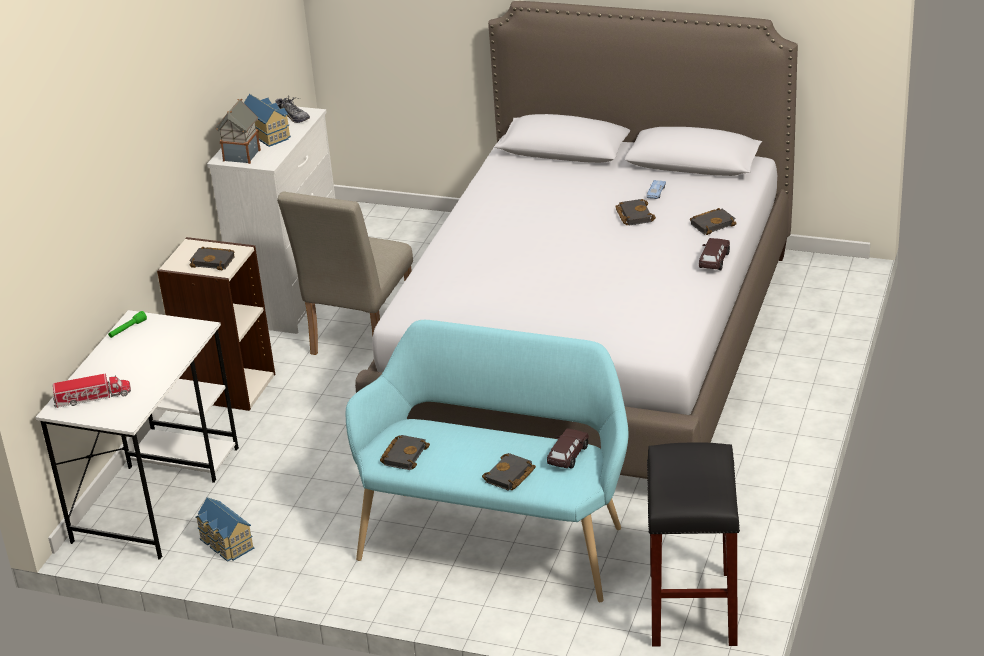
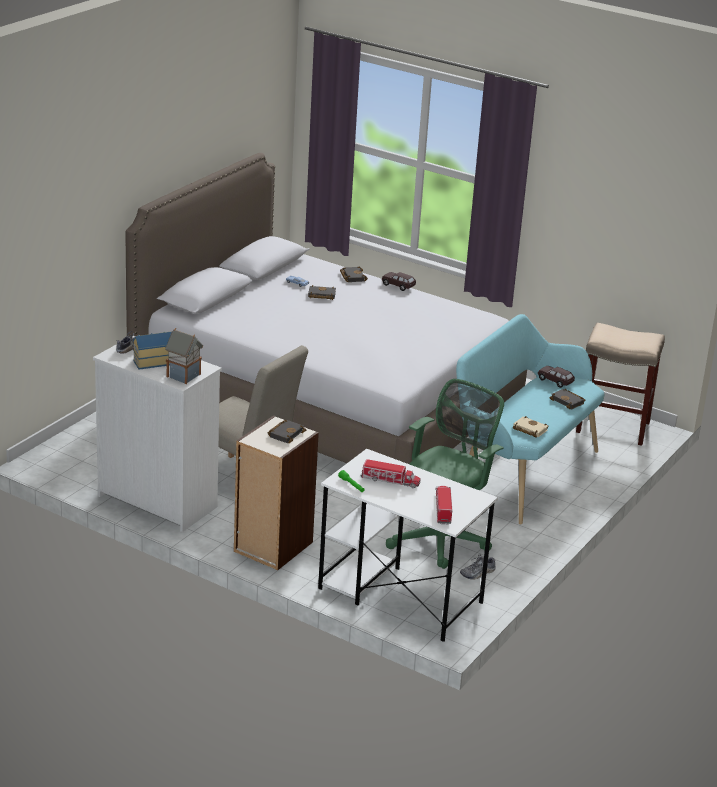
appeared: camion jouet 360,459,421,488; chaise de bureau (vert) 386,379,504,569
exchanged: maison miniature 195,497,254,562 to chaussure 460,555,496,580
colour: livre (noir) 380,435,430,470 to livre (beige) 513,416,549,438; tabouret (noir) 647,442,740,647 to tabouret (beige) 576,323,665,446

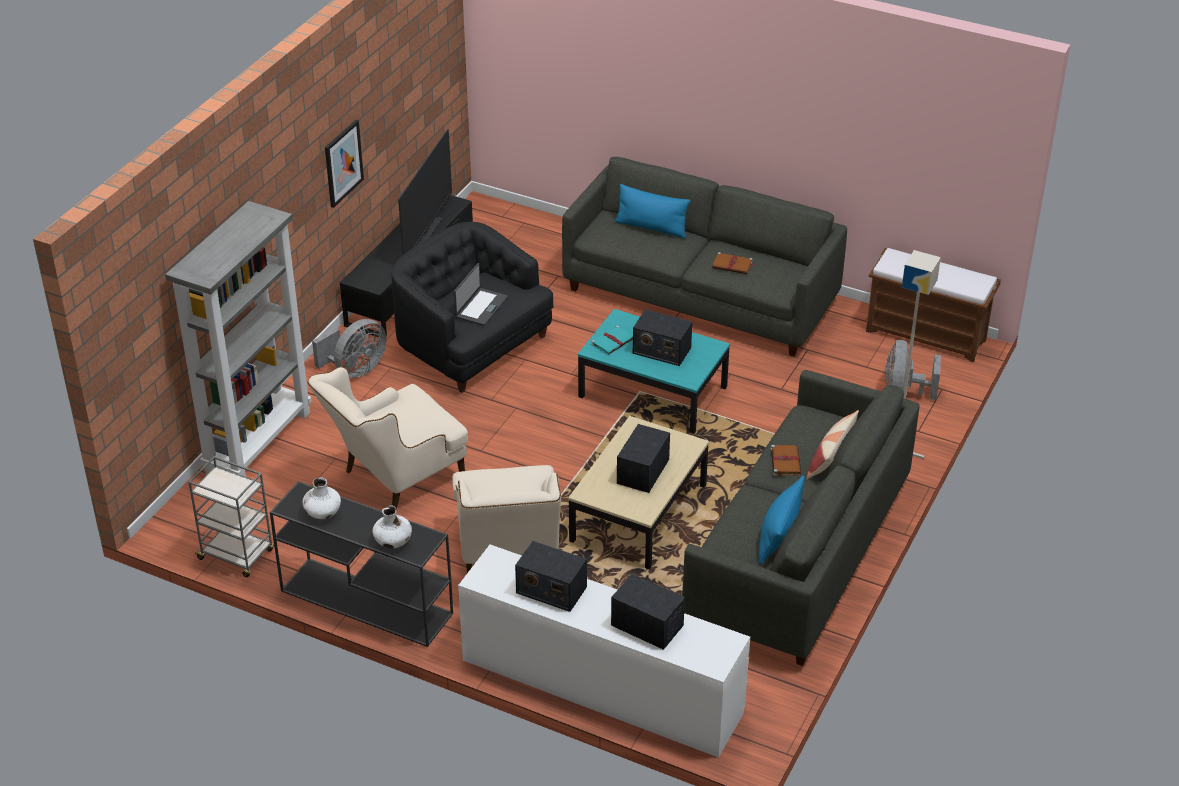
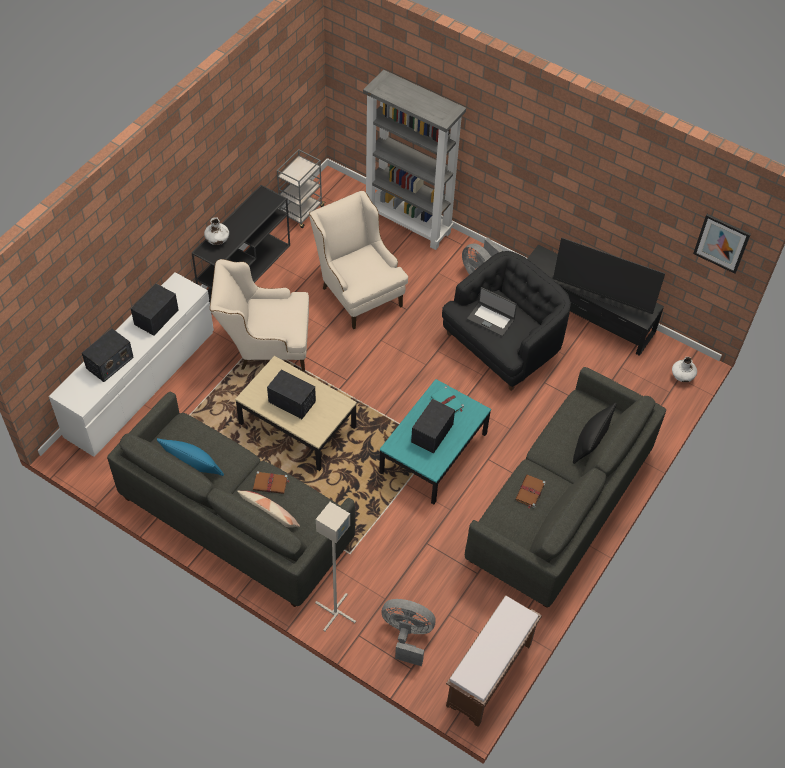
relocated: vase (blanc) 302,477,341,519 to 672,357,697,382; tableau 325,120,364,208 to 693,214,751,274
colour: coussin (bleu) 615,184,691,239 to coussin (noir) 573,403,616,464

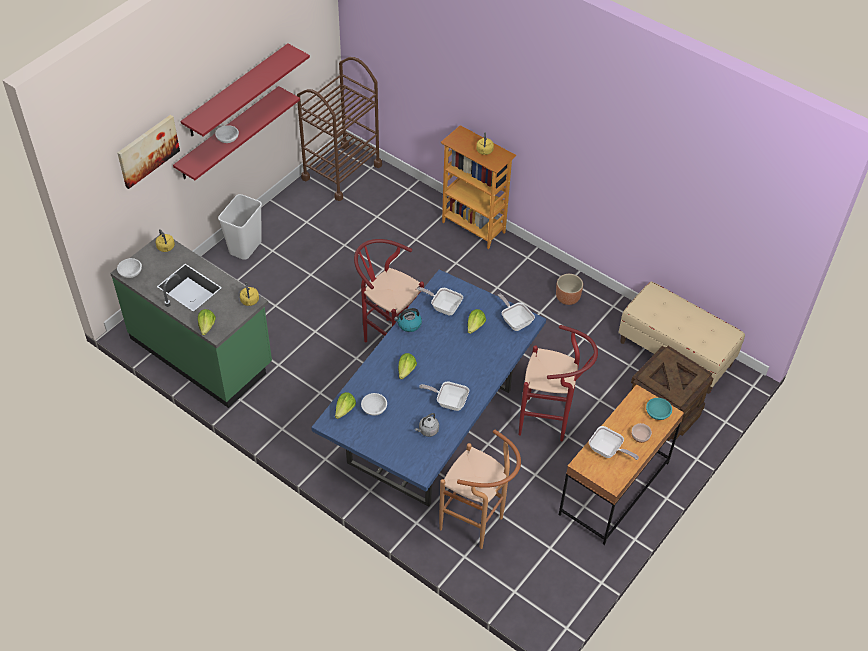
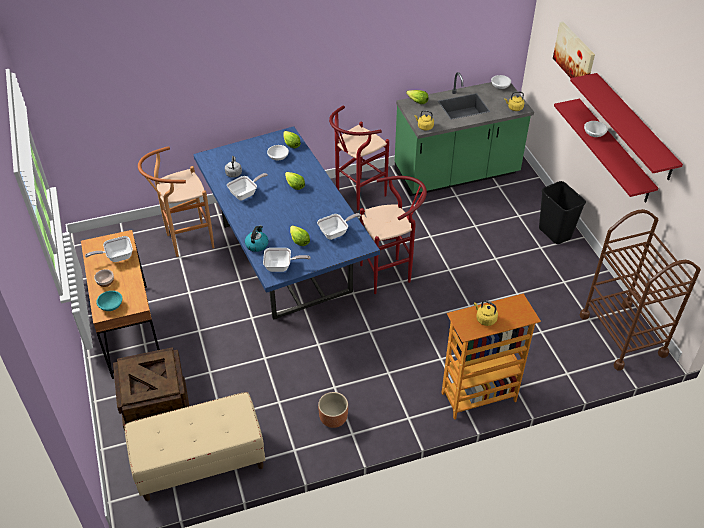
relocated: bouilloire 394,308,422,332 to 245,225,269,252; tabouret (rouge) 519,325,598,441 to 329,105,389,210
colour: poubelle (blanc) 218,194,262,260 to poubelle (noir) 539,181,586,244

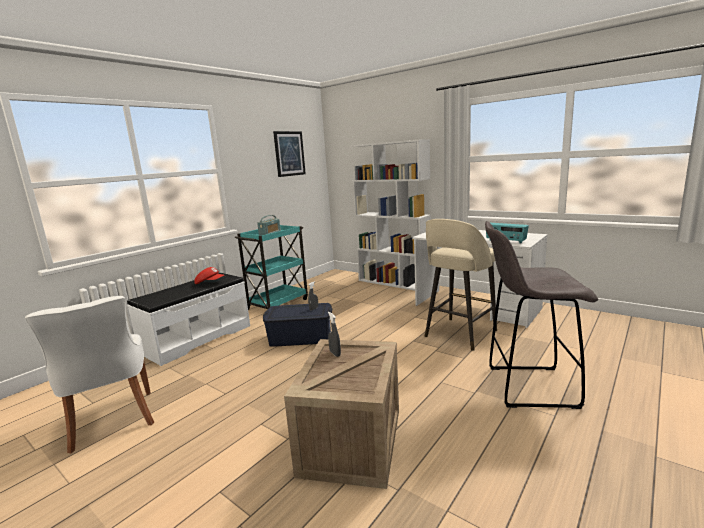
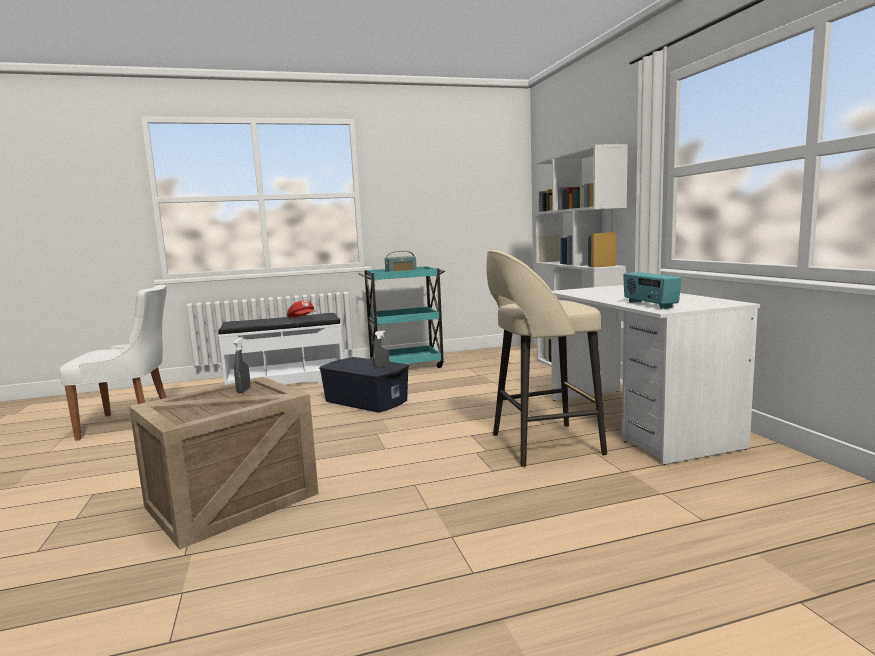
missing: tableau 273,131,306,177; tabouret (gris) 485,221,598,409
spun: chaise (blanc) 25,296,154,453 = 59,285,167,441 105 degrees counterclockwise

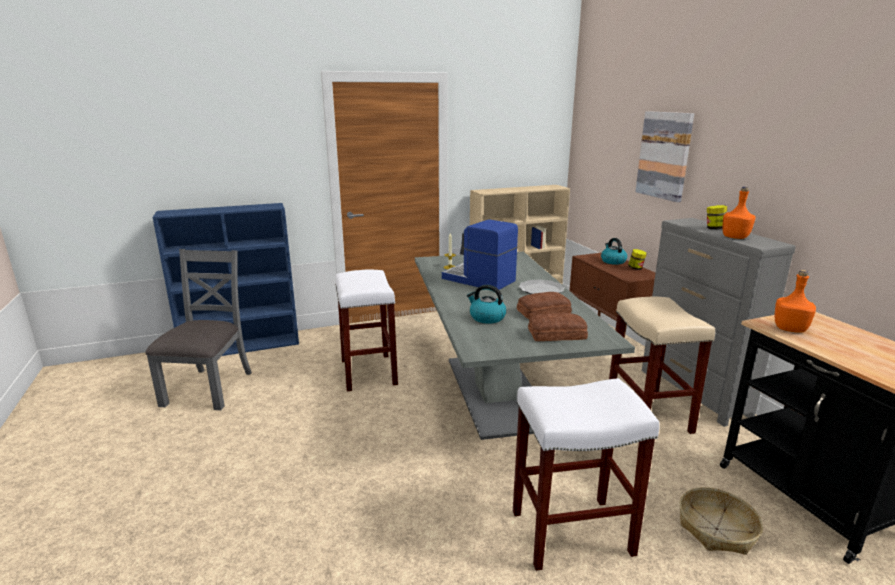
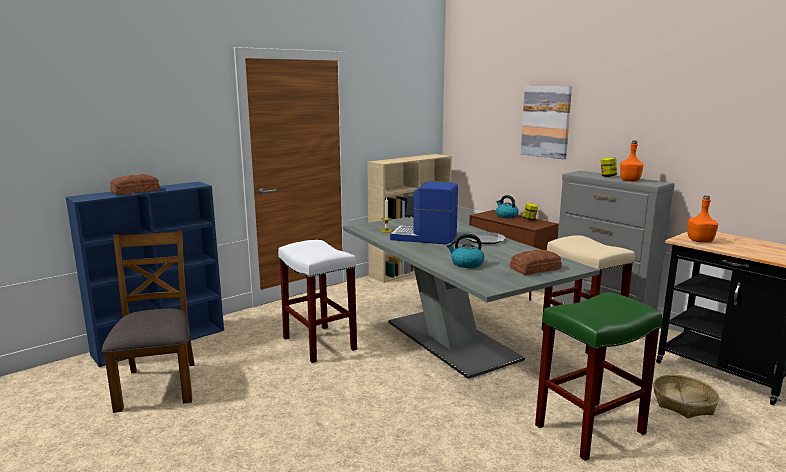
relocated: pain 517,292,572,319 to 110,174,160,195
colour: chaise (gris) 145,249,252,410 to chaise (marron) 102,230,195,413; tabouret (blanc) 513,378,660,571 to tabouret (vert) 535,292,662,461

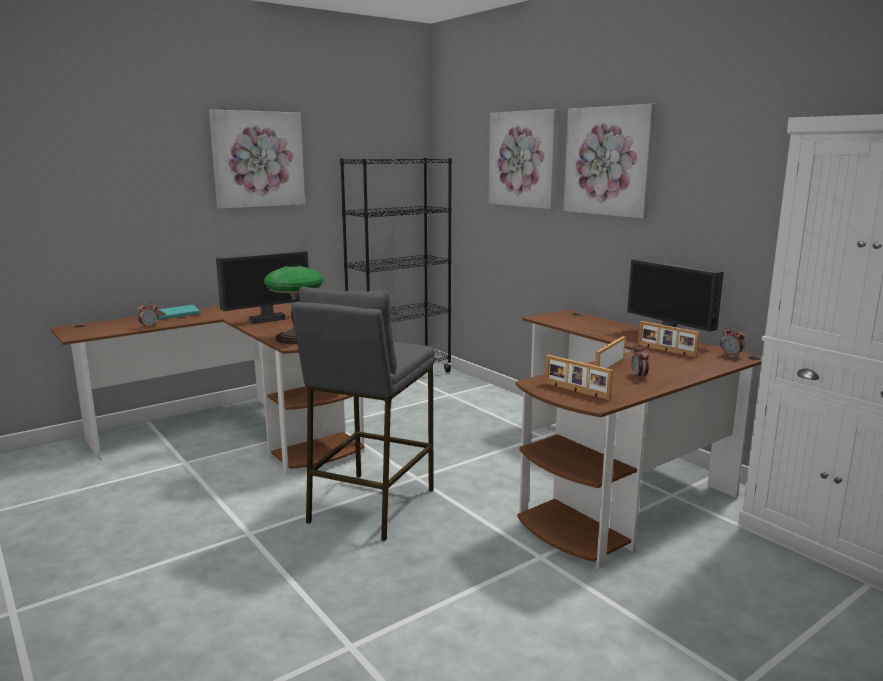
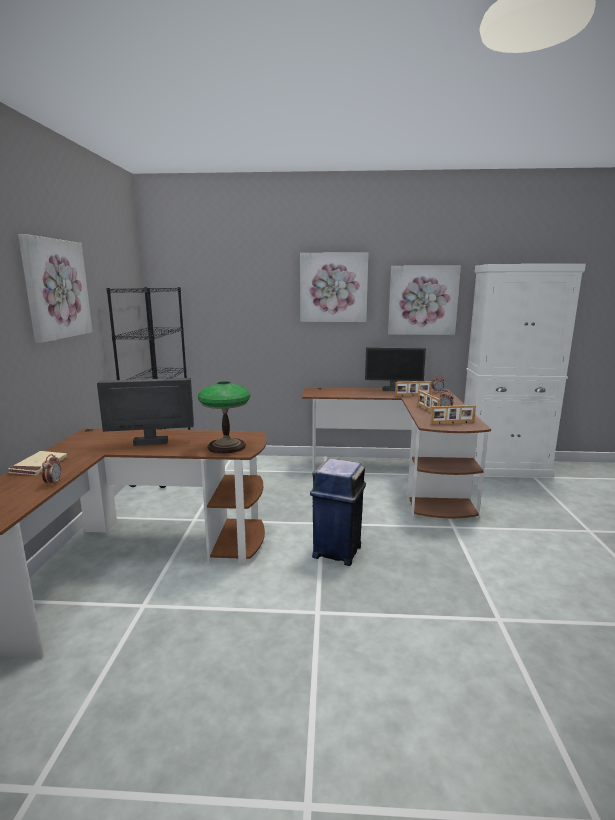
relocated: tableau 488,109,558,209 to 388,266,461,335
exchanged: tabouret (gris) 292,287,435,541 to poubelle (bleu) 310,459,366,566
colour: livre (turquoise) 155,305,200,320 to livre (beige) 8,451,67,476
spun: écran d'ordinateur 216,250,309,324 = 97,378,194,446 105 degrees counterclockwise

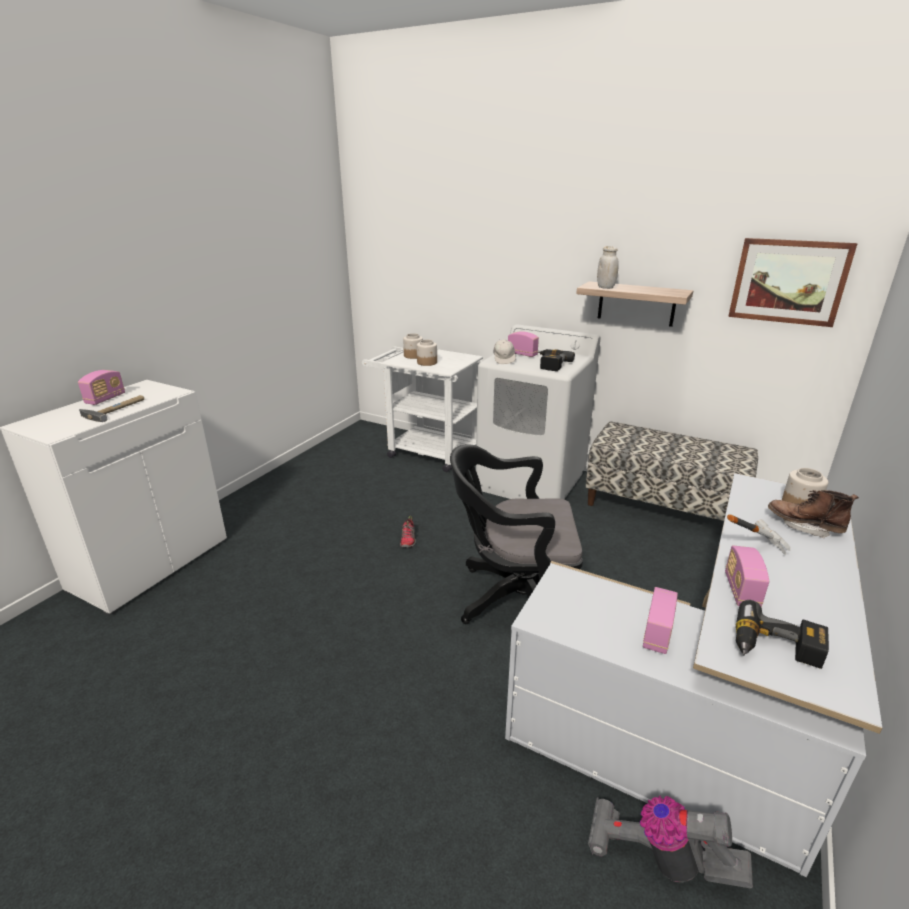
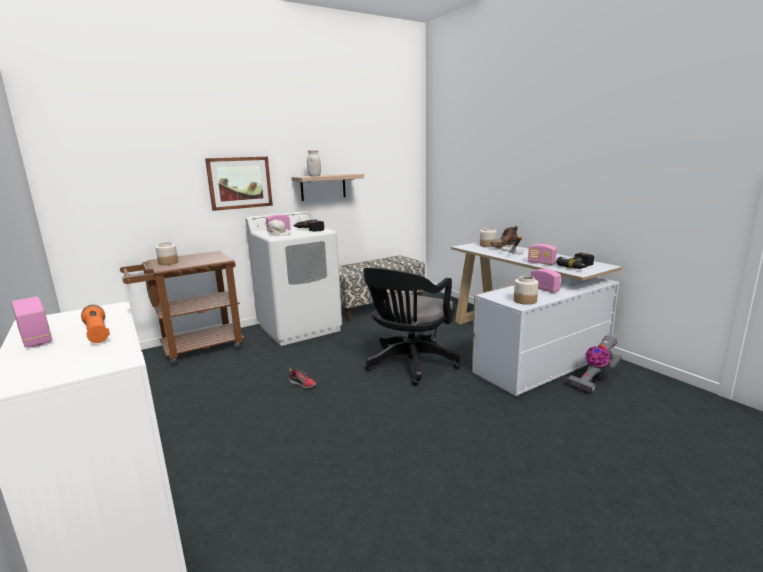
relocated: bocal 417,339,437,366 to 514,276,538,305; tableau 728,238,857,327 to 205,157,273,211
exchanged: marteau 79,395,144,422 to lampe de poche (orange) 81,304,110,343
colour: chariot (blanc) 362,347,483,472 to chariot (marron) 120,251,244,366

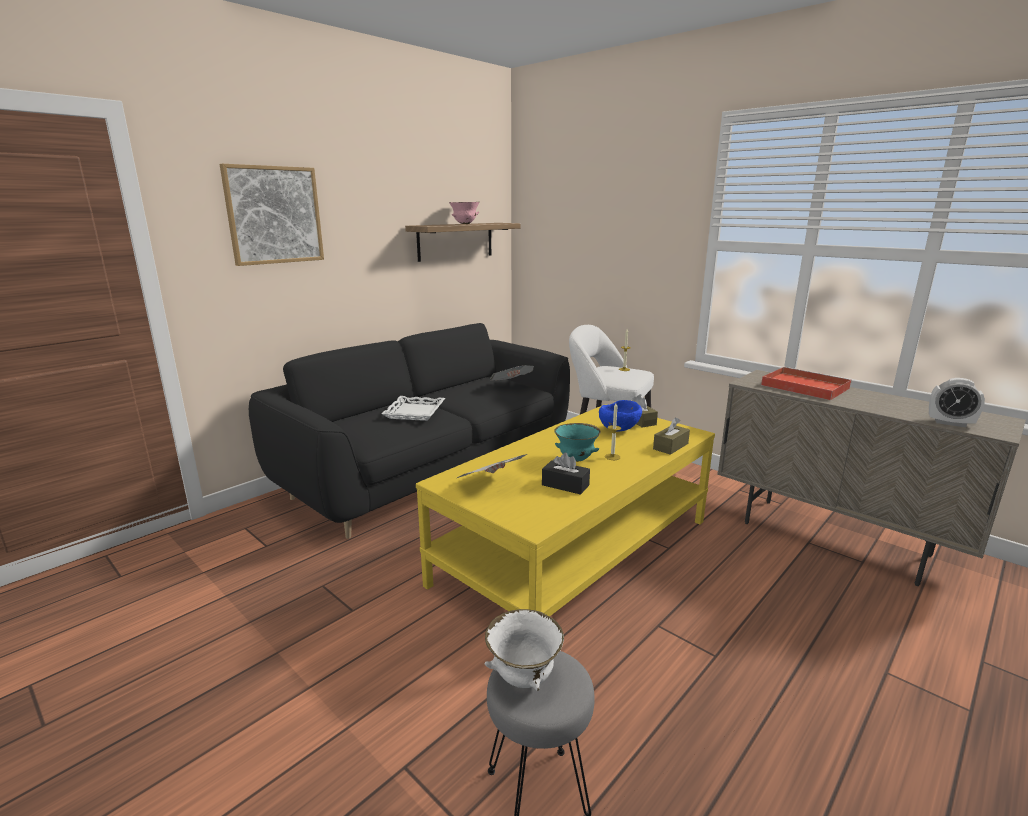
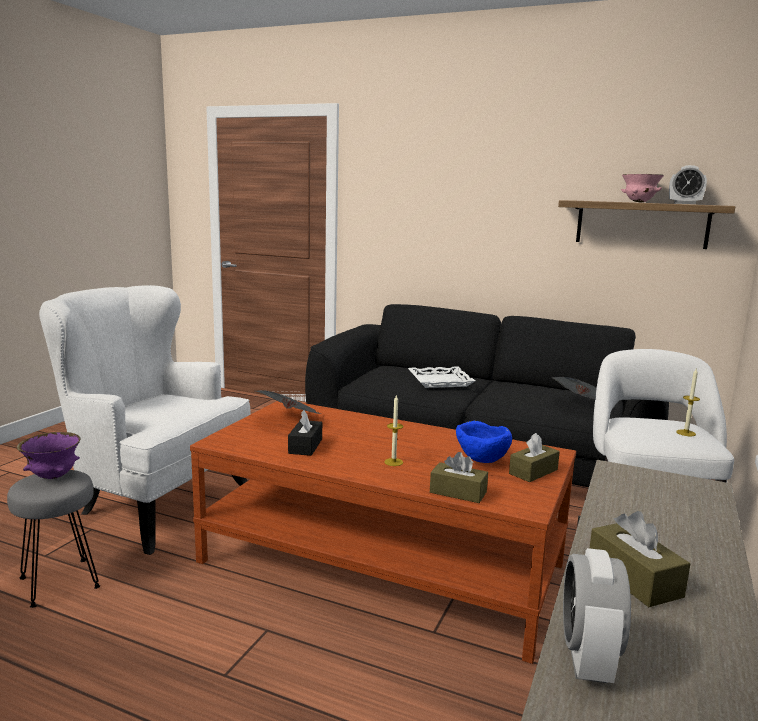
missing: tableau 220,164,324,266; bol (turquoise) 554,423,601,462; plateau (rouge) 761,367,852,400
appeared: fauteuil (blanc) 39,285,250,555; boîte à mouchoirs (marron) 589,511,690,607; réveil 669,165,707,204
colour: table basse (jaune) 416,404,715,616 to table basse (marron) 190,401,576,664; bol (blanc) 484,609,564,691 to bol (violet) 17,432,80,479

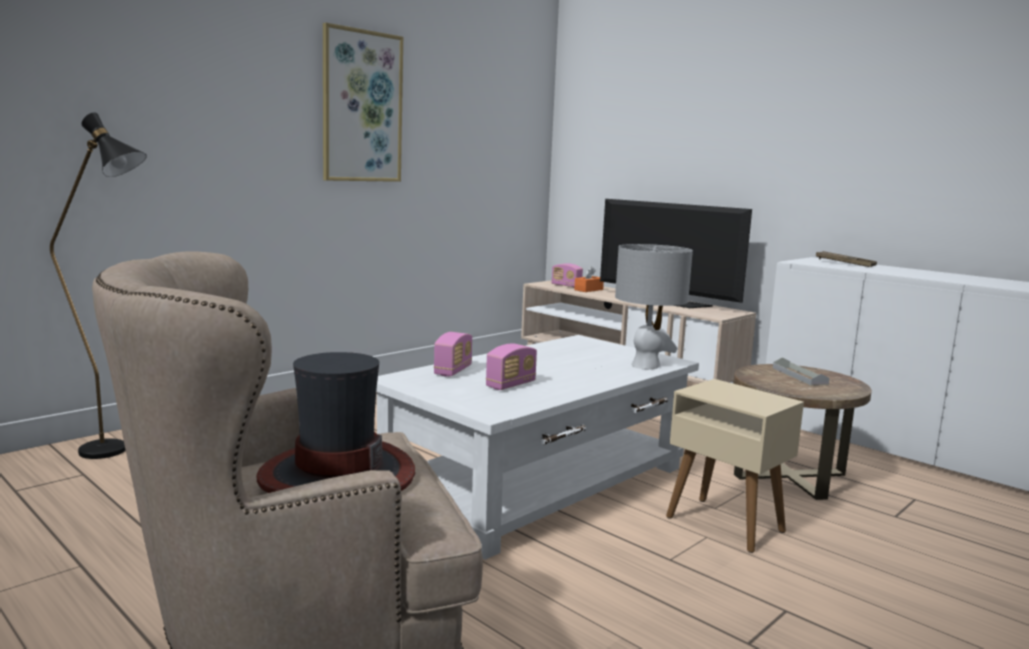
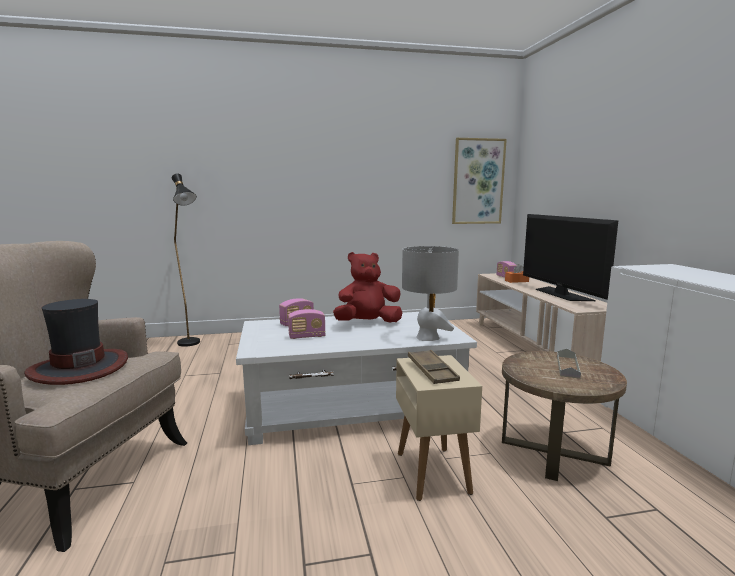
appeared: peluche (rouge) 333,252,402,323
relocated: tableau 323,23,403,182 to 452,138,507,224; plateau (marron) 816,251,877,267 to 408,350,460,384

